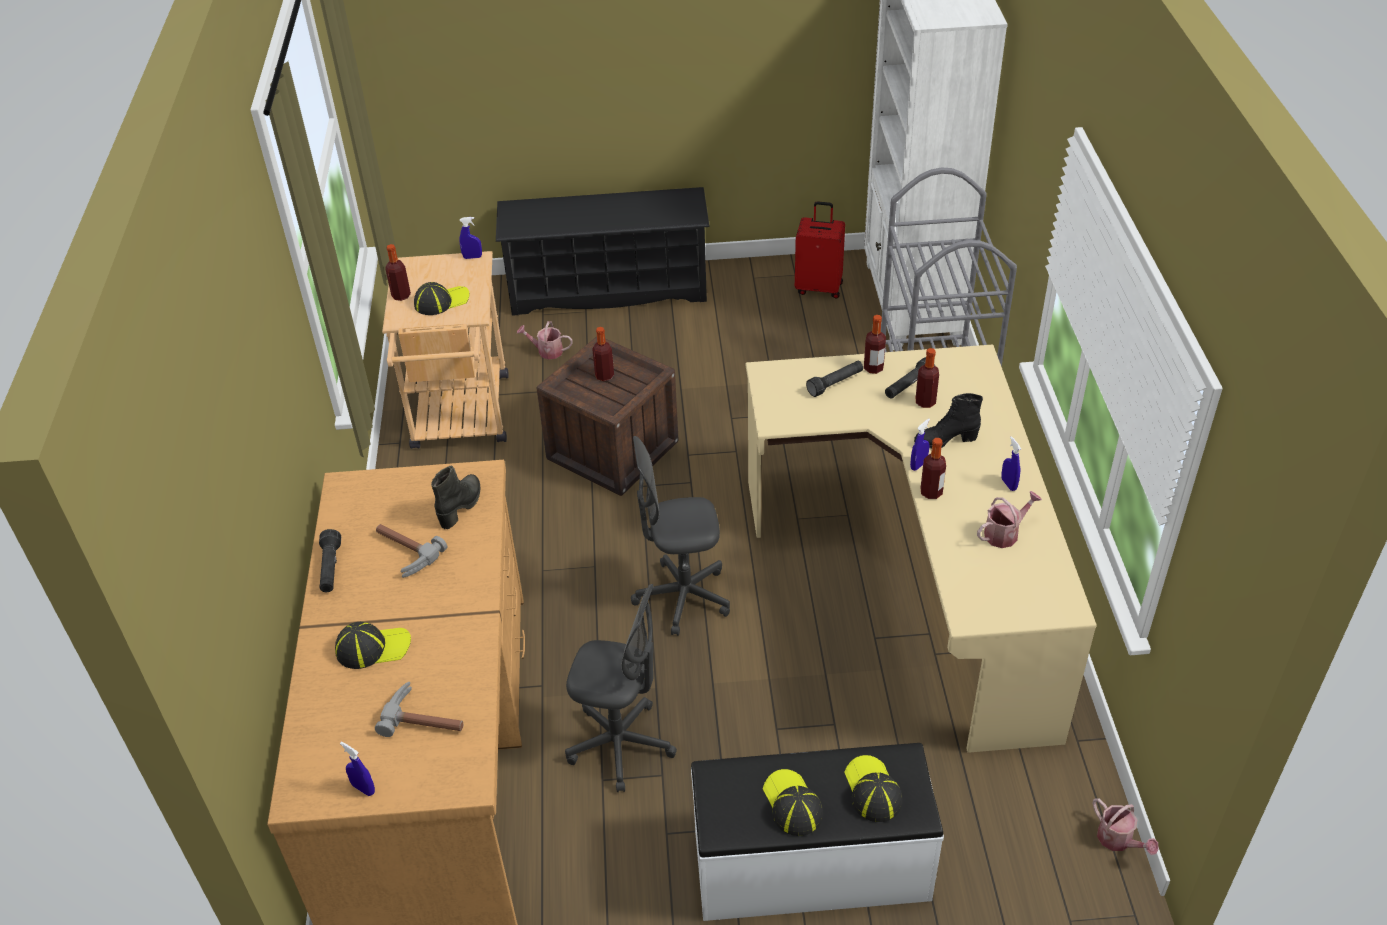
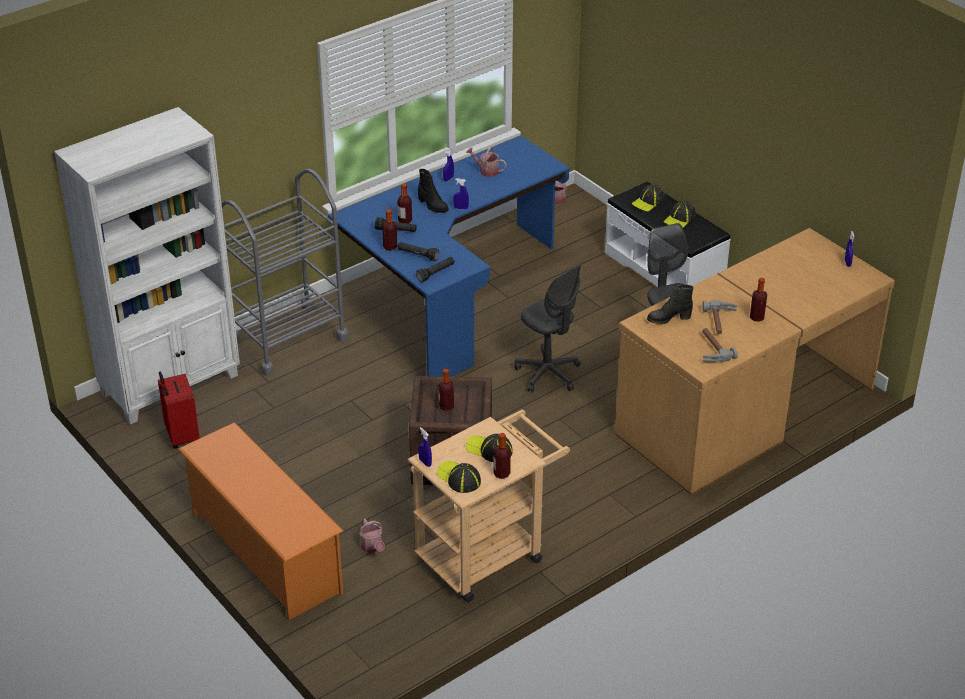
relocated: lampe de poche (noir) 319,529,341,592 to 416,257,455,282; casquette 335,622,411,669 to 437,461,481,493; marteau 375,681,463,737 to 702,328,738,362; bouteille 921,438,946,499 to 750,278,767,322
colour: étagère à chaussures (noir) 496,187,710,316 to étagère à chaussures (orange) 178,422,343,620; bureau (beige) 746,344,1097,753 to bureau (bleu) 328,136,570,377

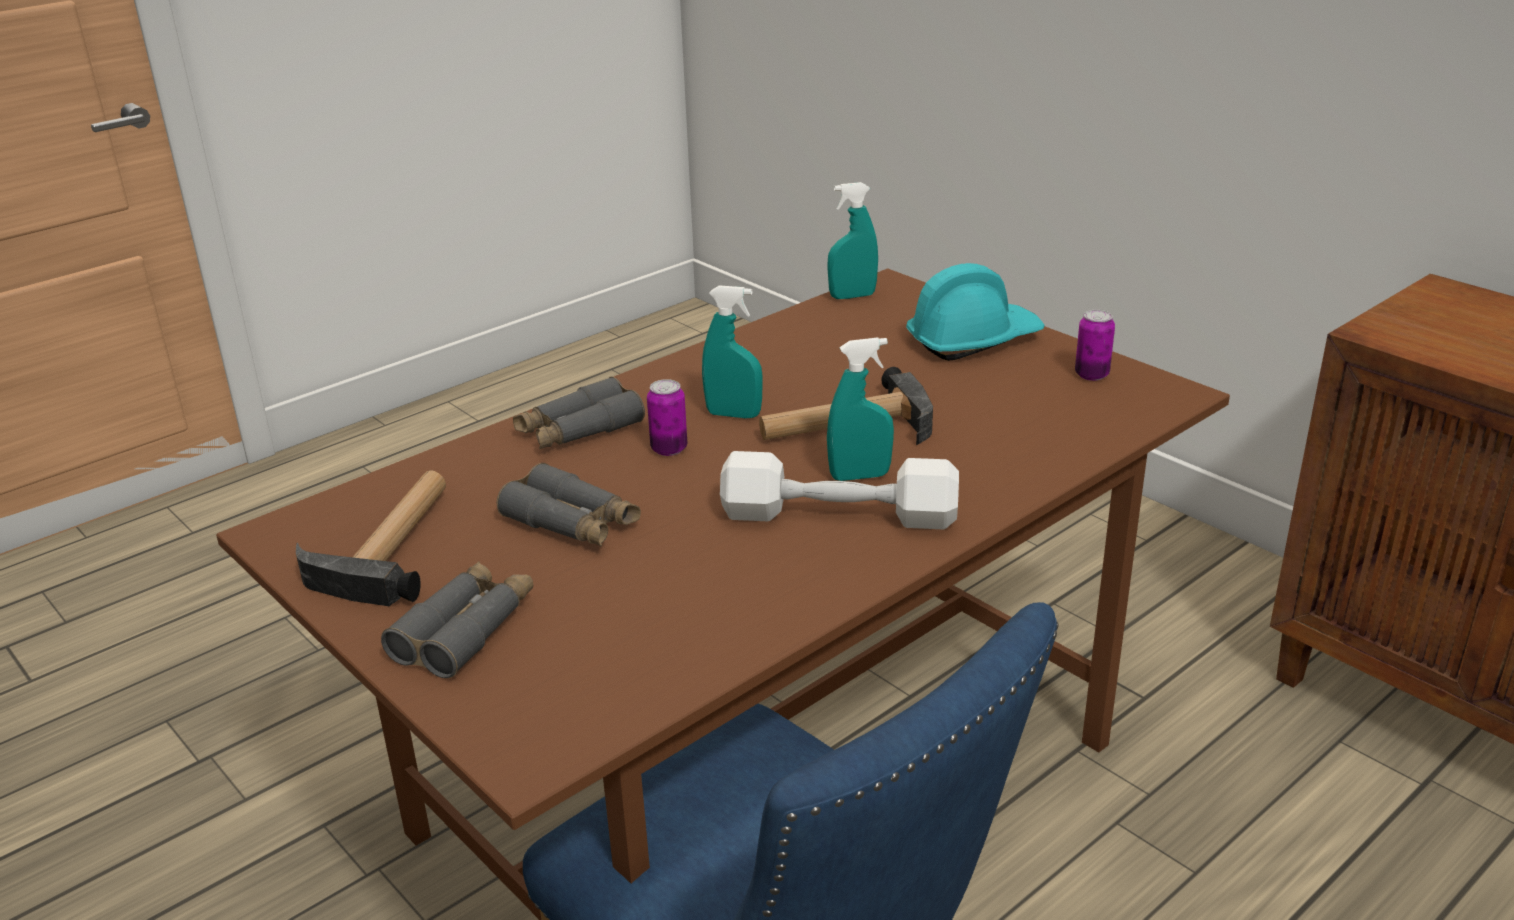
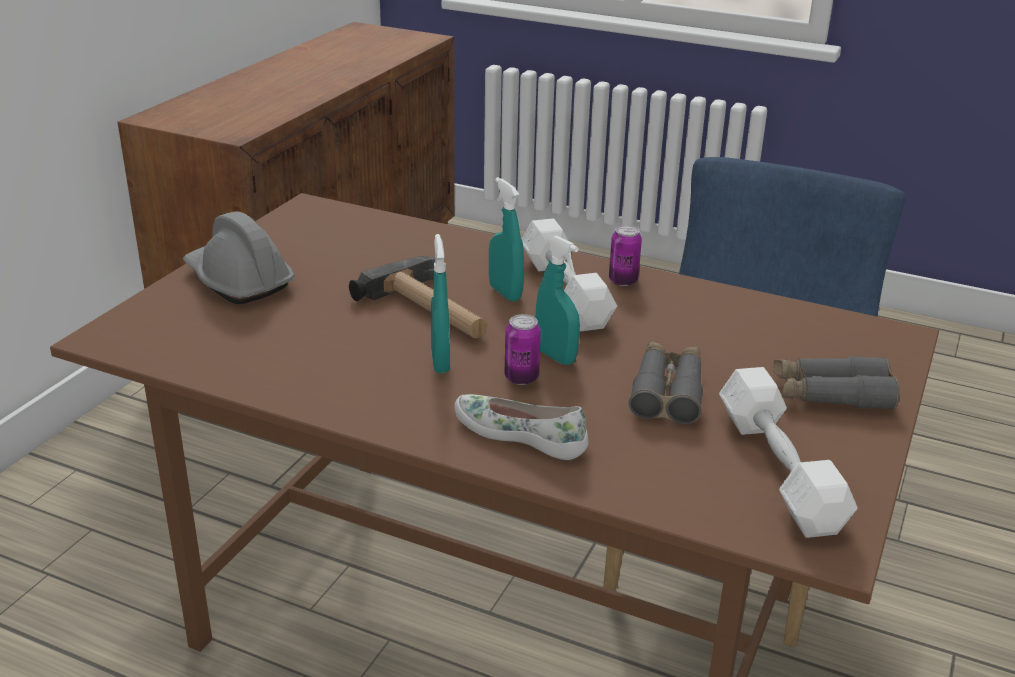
relocated: vaporisateur (turquoise) 828,182,878,299 to 535,235,580,365; boîte métallique 1075,310,1115,381 to 609,225,642,286
exchanged: marteau 296,470,446,606 to haltère (blanc) 719,367,858,538; jumelles (gris) 513,377,645,449 to chaussure (blanc) 454,394,588,460
colour: casque de chantier (turquoise) 906,263,1044,361 to casque de chantier (gris) 183,211,295,304

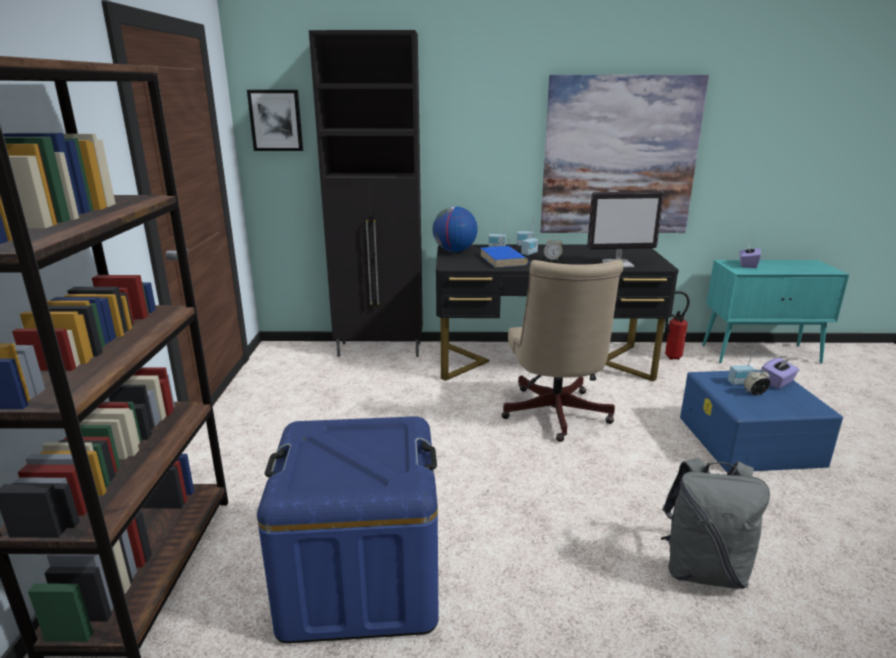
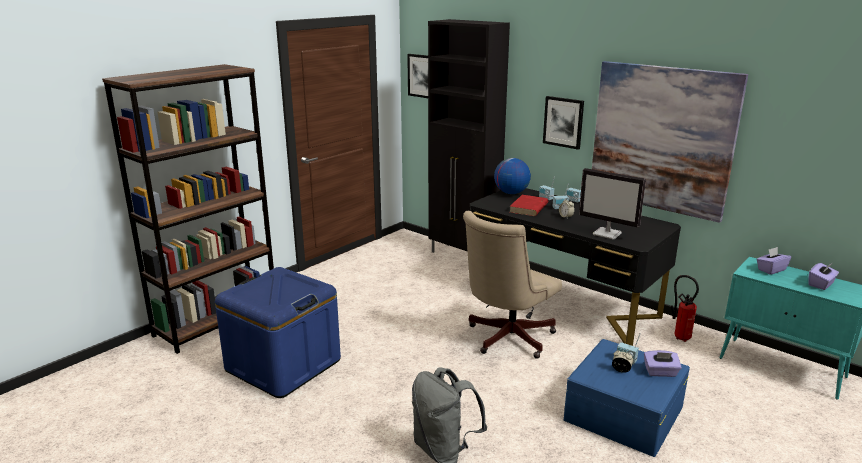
appeared: tableau 543,96,584,150; boîte à mouchoirs (violet) 808,263,839,290
colour: livre (bleu) 480,246,529,268 to livre (rouge) 510,195,548,216

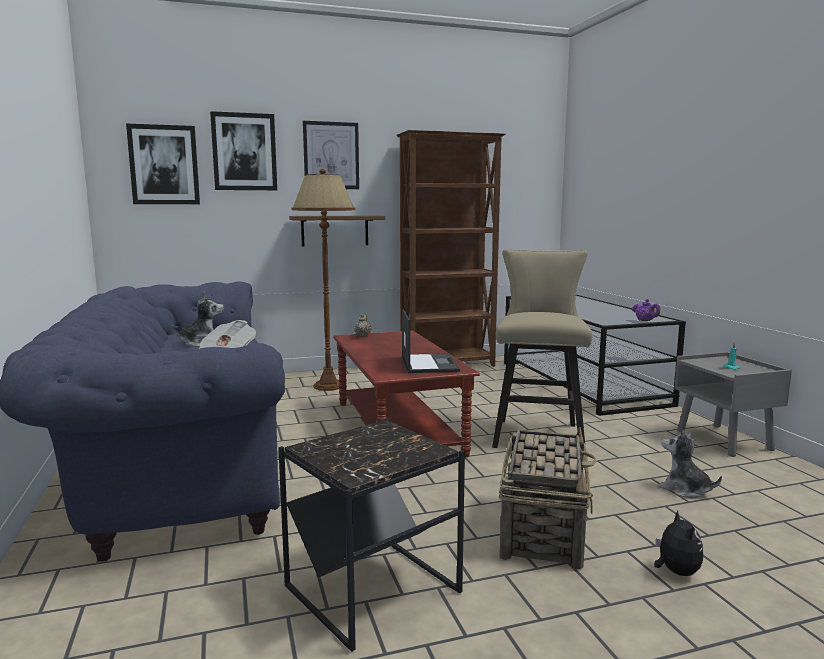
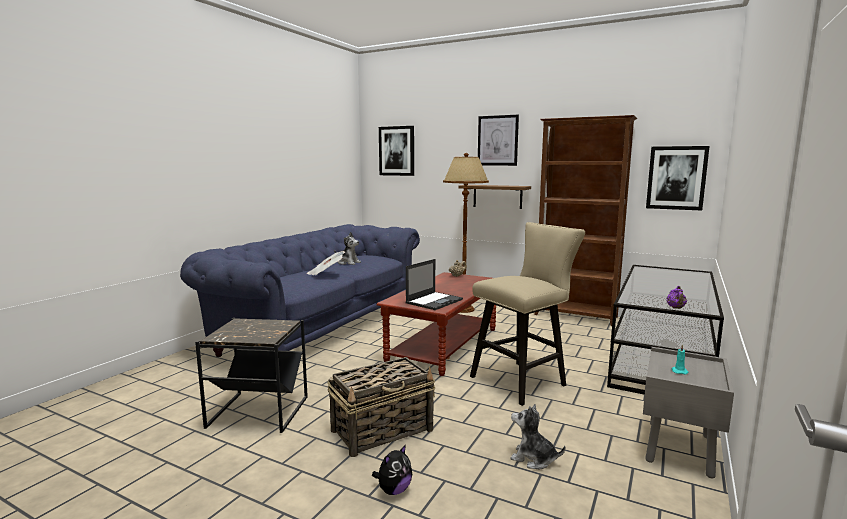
relocated: tableau 210,111,277,190 to 646,146,710,211
spun: peluche 658,431,722,498 = 510,404,565,469 60 degrees counterclockwise

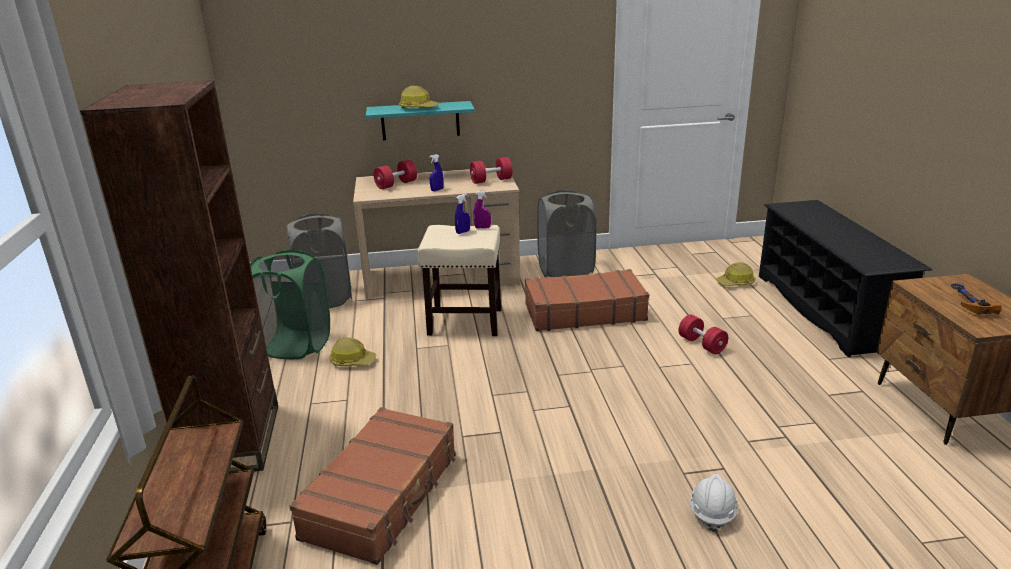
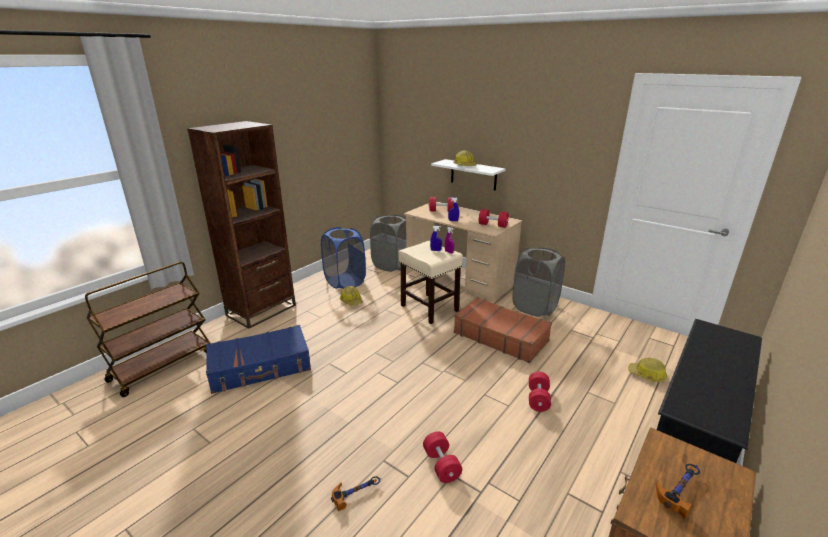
appeared: haltère (rouge) 423,432,462,483
exchanged: casque de chantier (blanc) 690,474,738,532 to marteau 331,476,381,511
colour: panier à linge (vert) 250,250,330,359 to panier à linge (bleu) 321,227,366,289; valise (marron) 289,407,456,565 to valise (bleu) 206,325,311,394; étagère (turquoise) 366,101,475,140 to étagère (blanc) 431,159,505,191

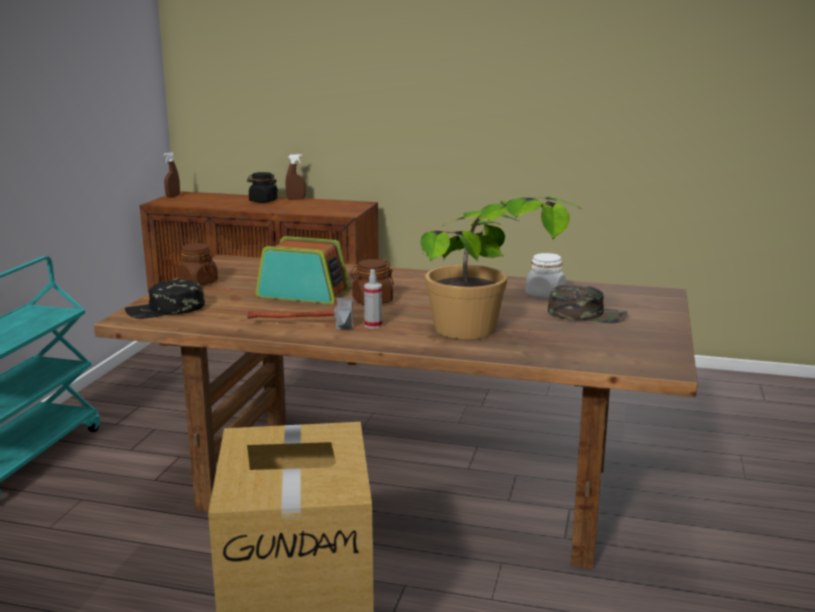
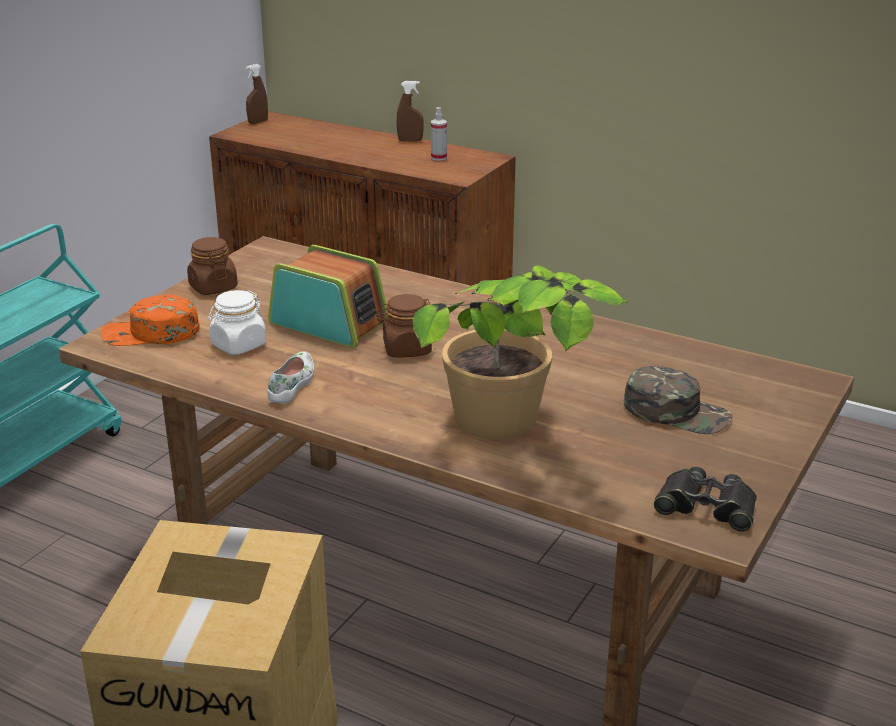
missing: bocal (noir) 247,172,278,203
appeared: jumelles (noir) 654,467,757,532
relocated: vaporisateur 364,269,382,329 to 431,107,447,161; bocal (blanc) 526,253,566,298 to 208,290,266,355
exchanged: marteau 247,298,353,329 to chaussure (blanc) 267,351,314,403
colour: casquette (noir) 125,279,205,319 to casquette (orange) 101,295,199,346

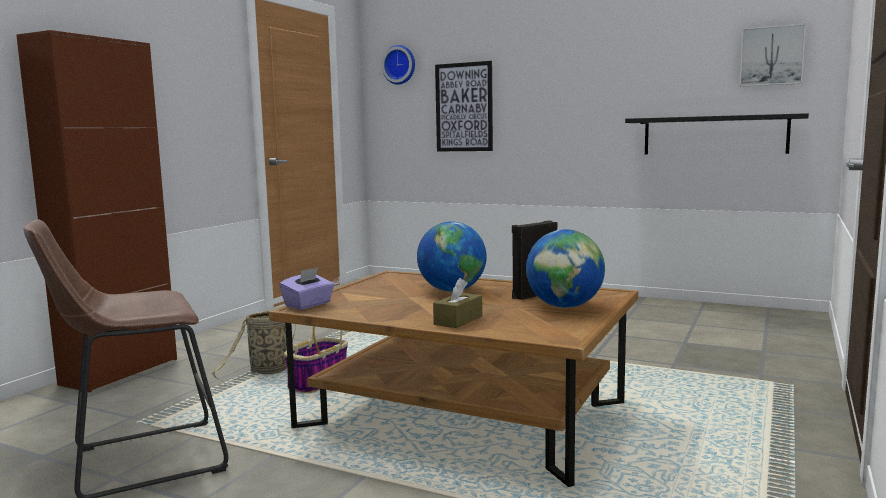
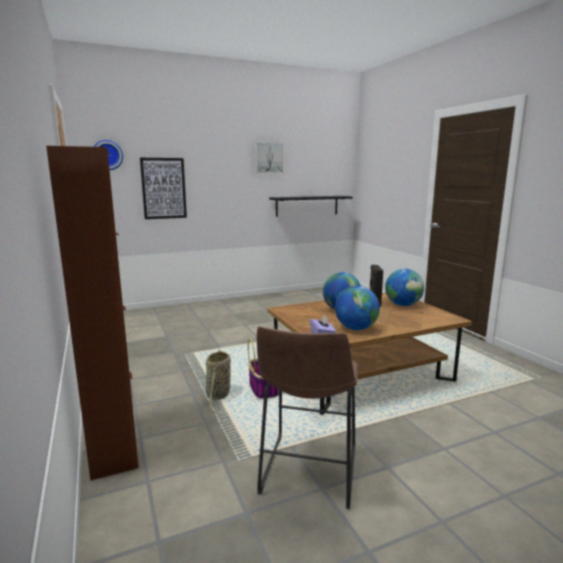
missing: boîte à mouchoirs (marron) 433,278,482,328
appeared: globe 335,286,380,330
relocated: tableau 740,23,806,87 to 255,142,284,173

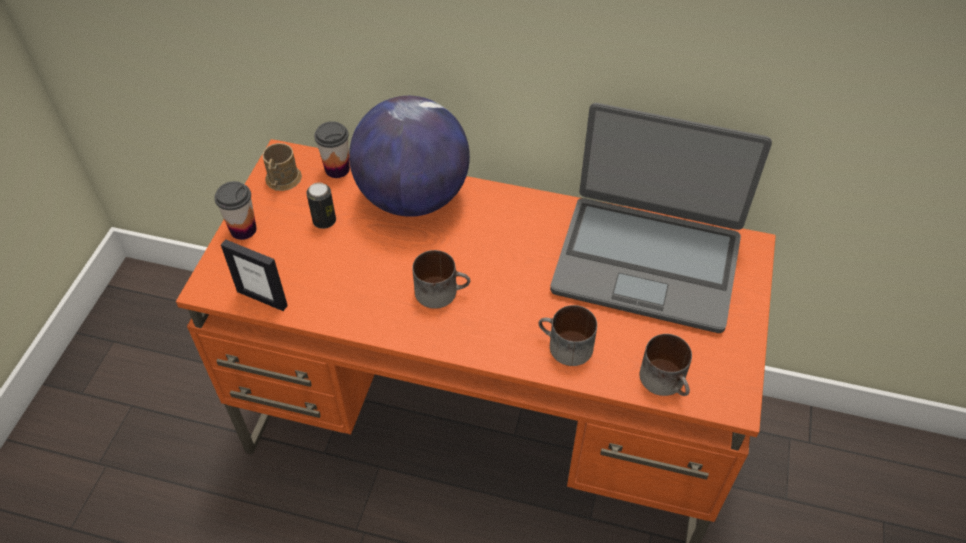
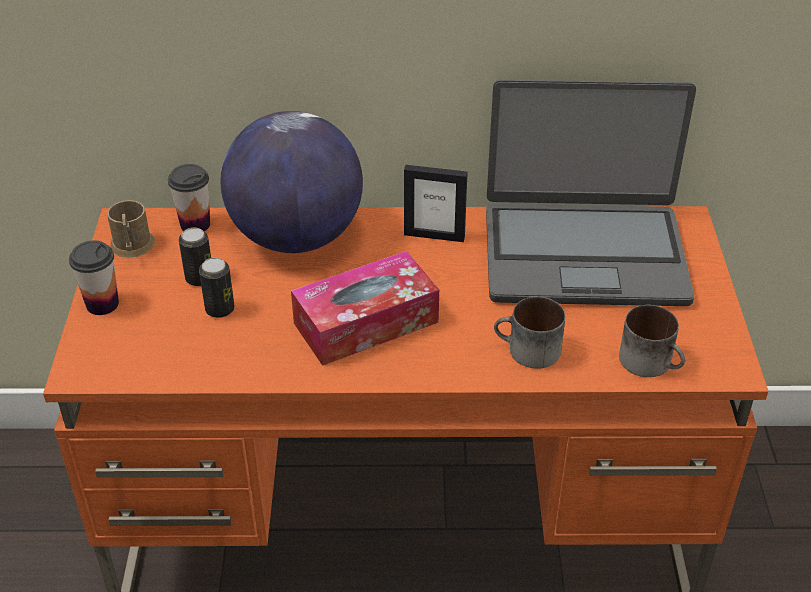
appeared: boîte métallique 199,258,234,318
relocated: cadre photo 221,239,288,311 to 404,165,468,242
exchanged: mug 412,250,470,309 to boîte à mouchoirs 291,251,439,366

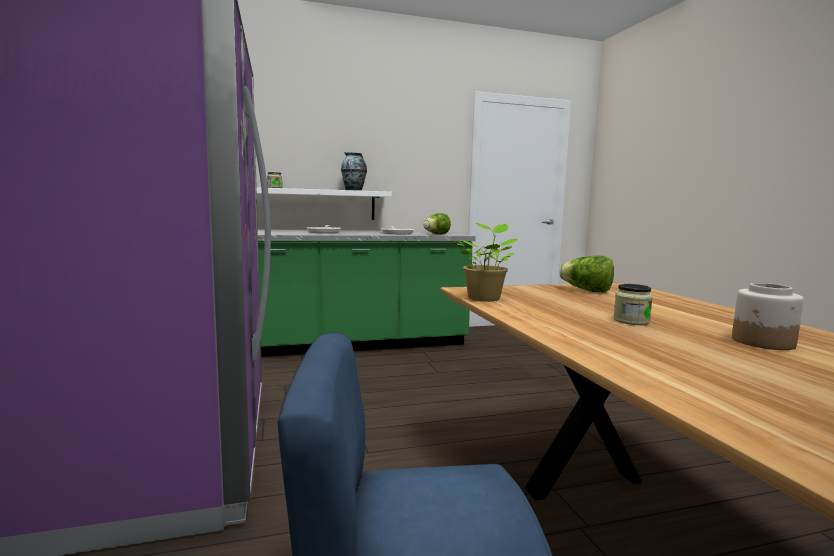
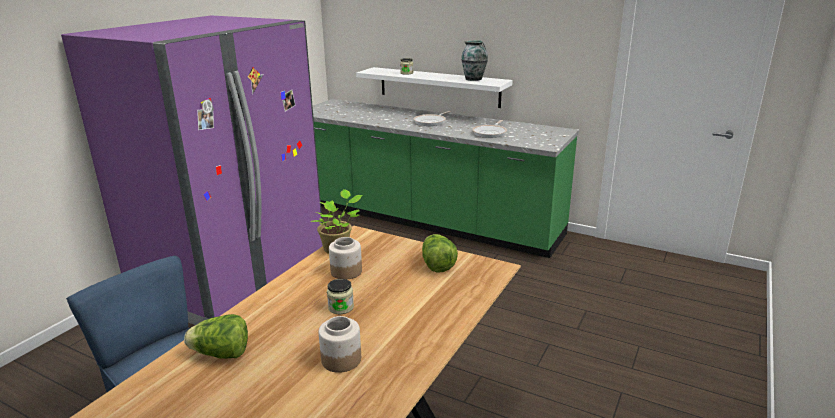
appeared: bocal 329,237,362,280
relocated: laitue 423,213,451,234 to 184,314,248,359

